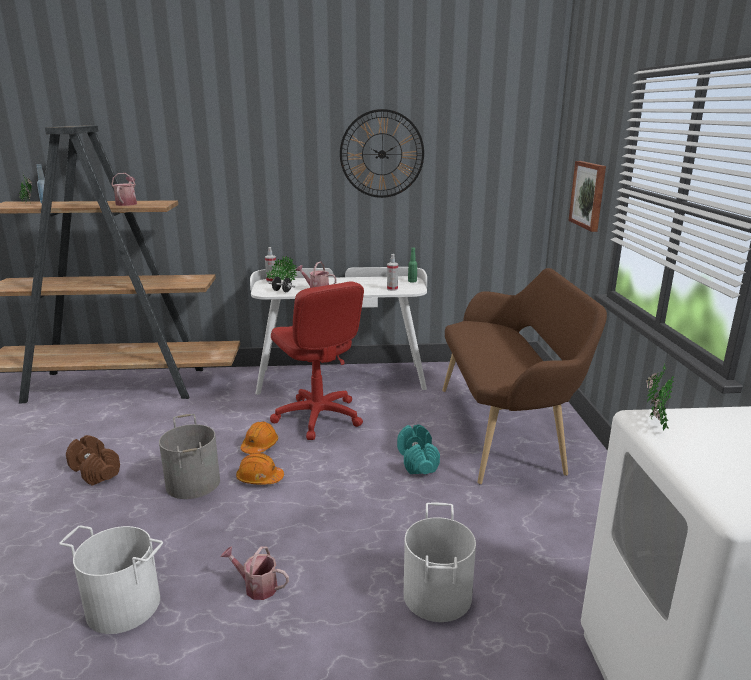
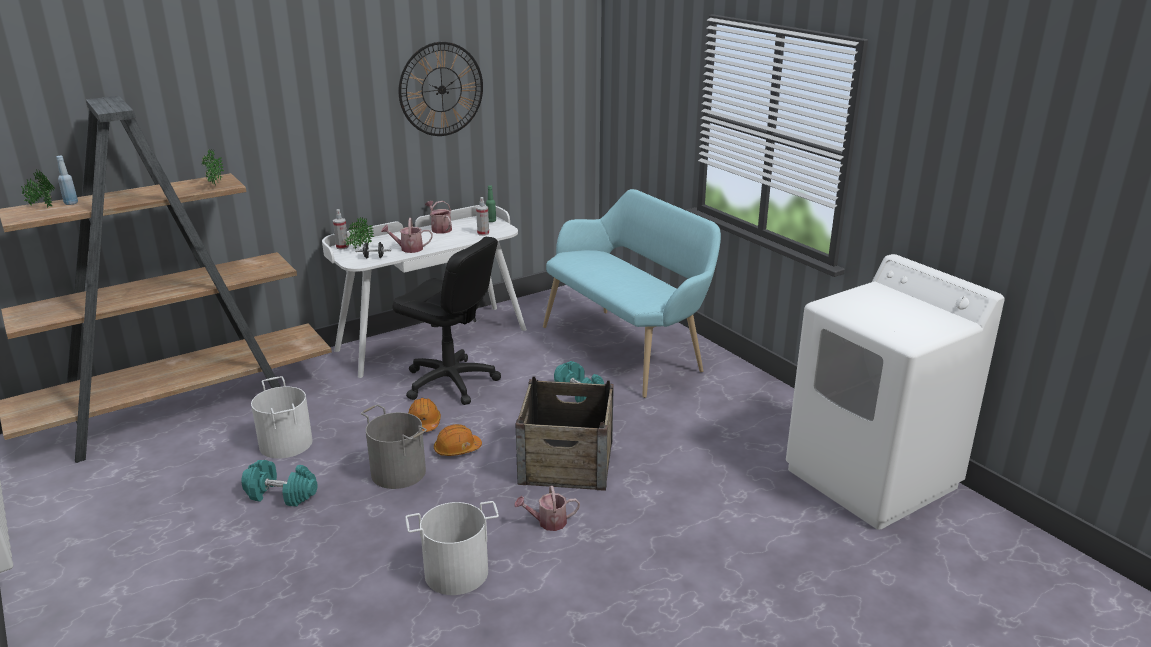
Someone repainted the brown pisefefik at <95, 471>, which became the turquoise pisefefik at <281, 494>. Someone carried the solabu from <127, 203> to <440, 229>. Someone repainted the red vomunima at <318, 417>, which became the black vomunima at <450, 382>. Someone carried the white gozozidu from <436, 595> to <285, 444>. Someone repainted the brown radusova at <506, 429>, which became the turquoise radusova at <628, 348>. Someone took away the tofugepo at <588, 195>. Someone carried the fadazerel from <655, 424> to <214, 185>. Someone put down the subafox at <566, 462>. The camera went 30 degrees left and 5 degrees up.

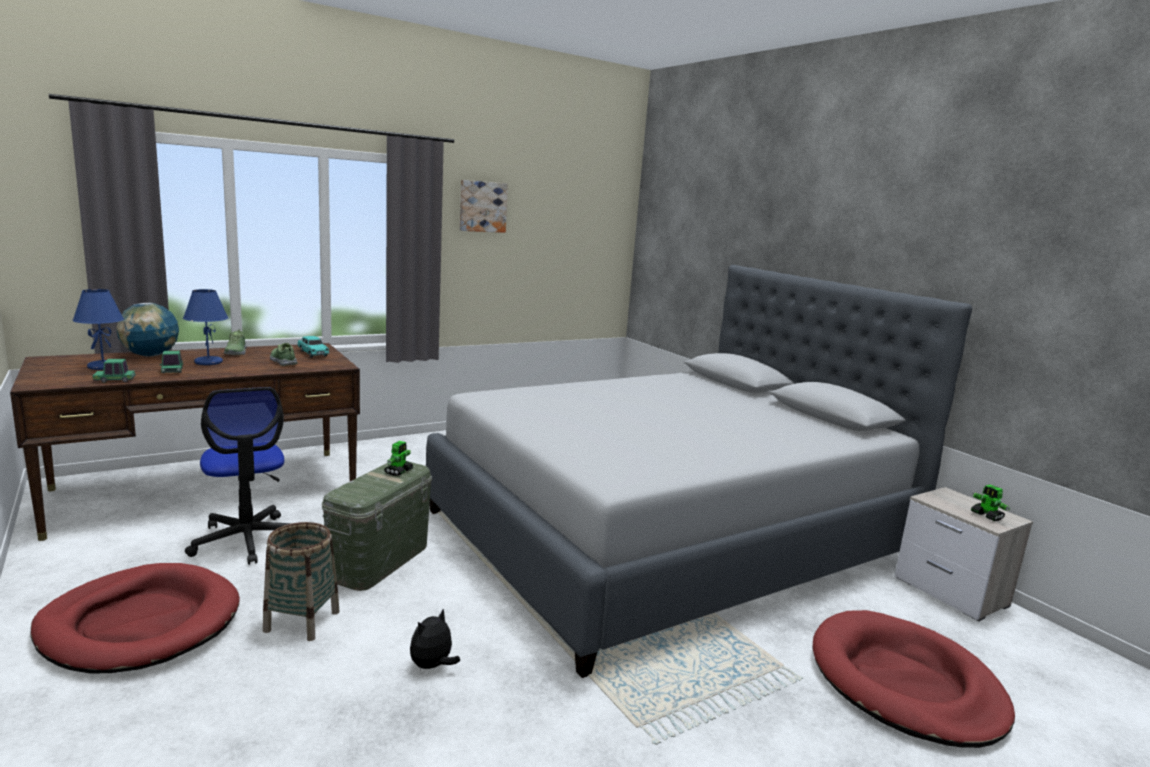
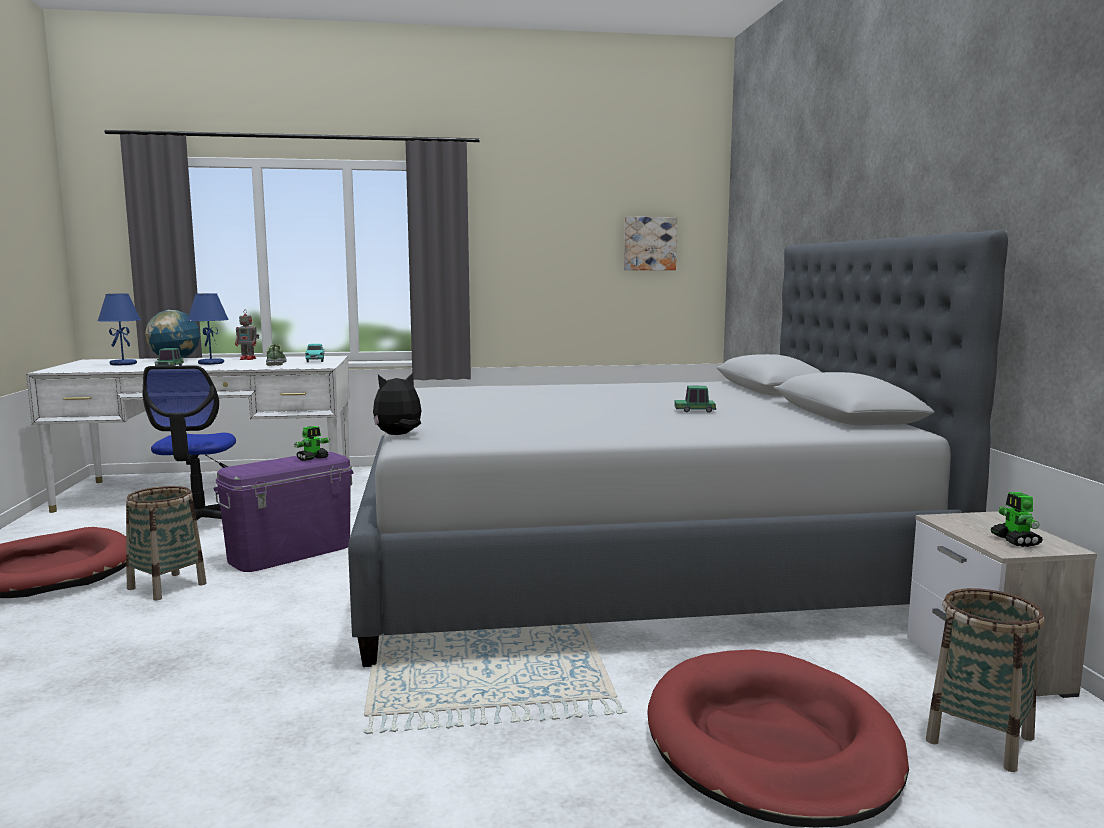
Someone repainted the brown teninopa at <207, 490>, which became the white teninopa at <212, 491>. Someone carried the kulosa from <115, 380> to <695, 410>. Someone swapped the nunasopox at <235, 352> for the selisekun at <248, 359>. Someone repainted the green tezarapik at <379, 560>, which became the purple tezarapik at <290, 553>. Someone carried the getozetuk from <432, 666> to <399, 435>. Someone carried the tofugepo from <482, 206> to <649, 243>. Someone put down the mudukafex at <979, 739>. The camera went 25 degrees right and 5 degrees down.

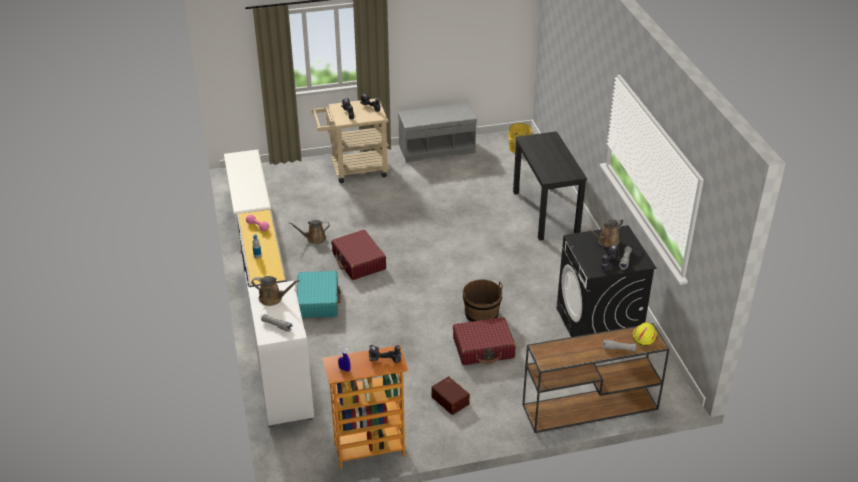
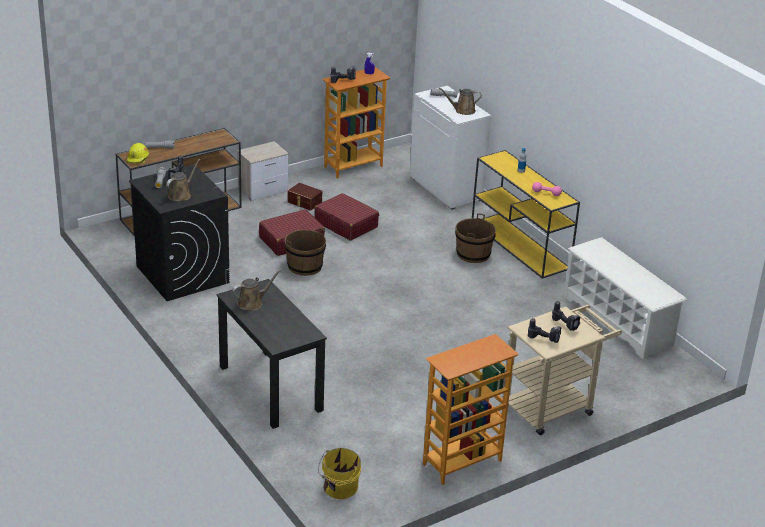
Someone carried the brown solabu from <314, 238> to <252, 303>. Someone swapped the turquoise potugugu at <318, 301> for the brown gozozidu at <473, 254>. Someone carried the red potugugu from <359, 261> to <346, 224>. Someone swapped the grey radusova at <437, 148> for the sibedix at <462, 463>. Someone put down the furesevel at <263, 190>. The camera went 160 degrees right and 5 degrees down.

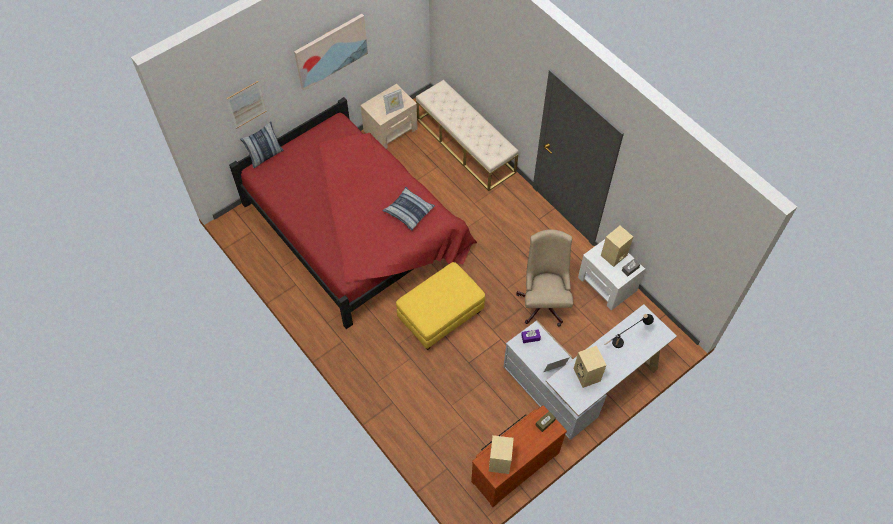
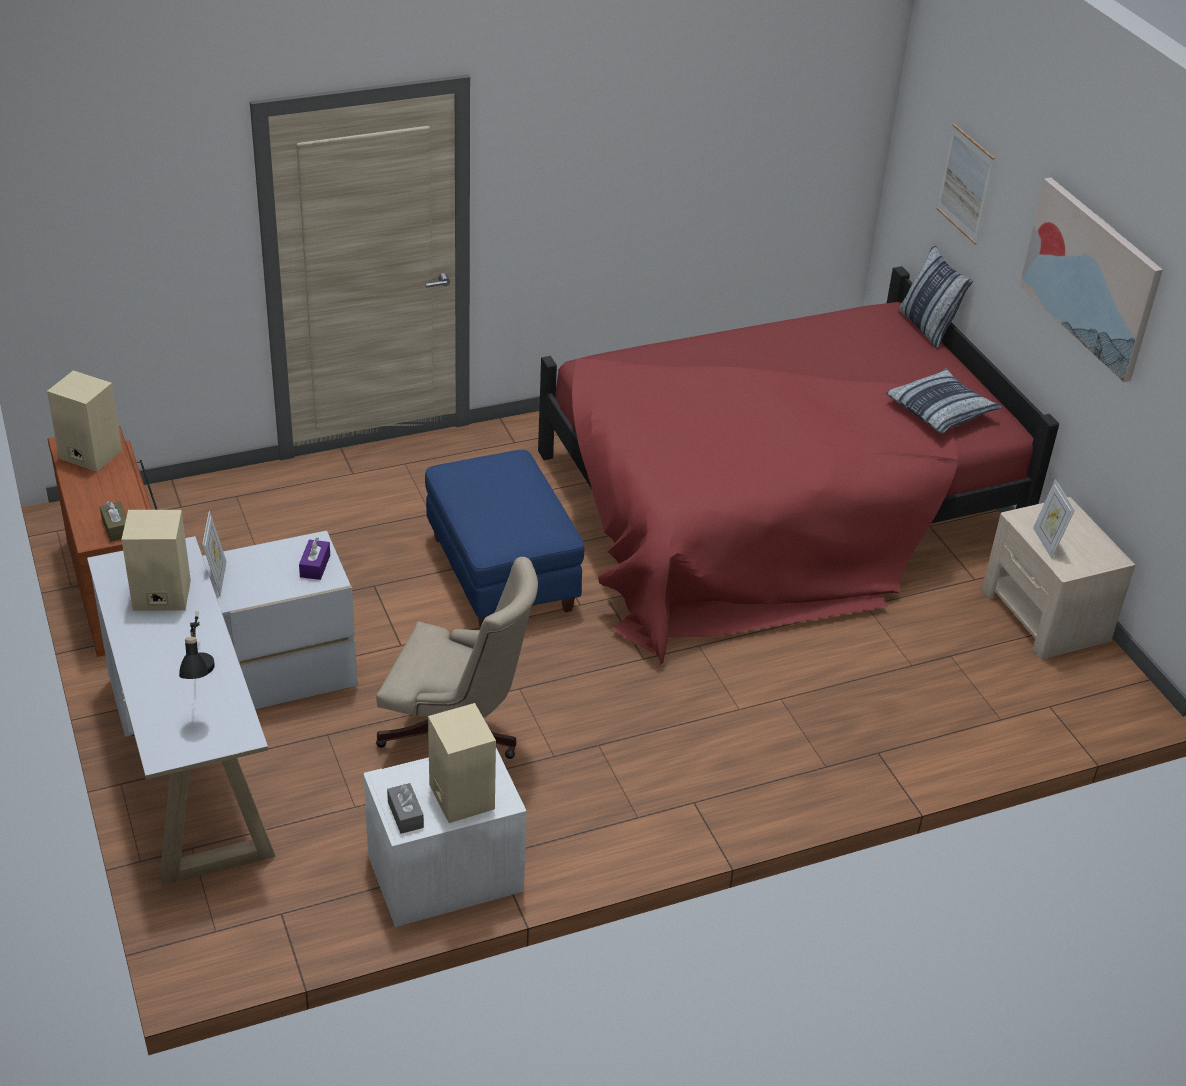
Someone carried the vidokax from <409, 211> to <941, 410>. Someone repainted the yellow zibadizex at <440, 316>, which became the blue zibadizex at <503, 573>. Someone took away the beige radusova at <465, 145>. The camera went 105 degrees right and 20 degrees down.

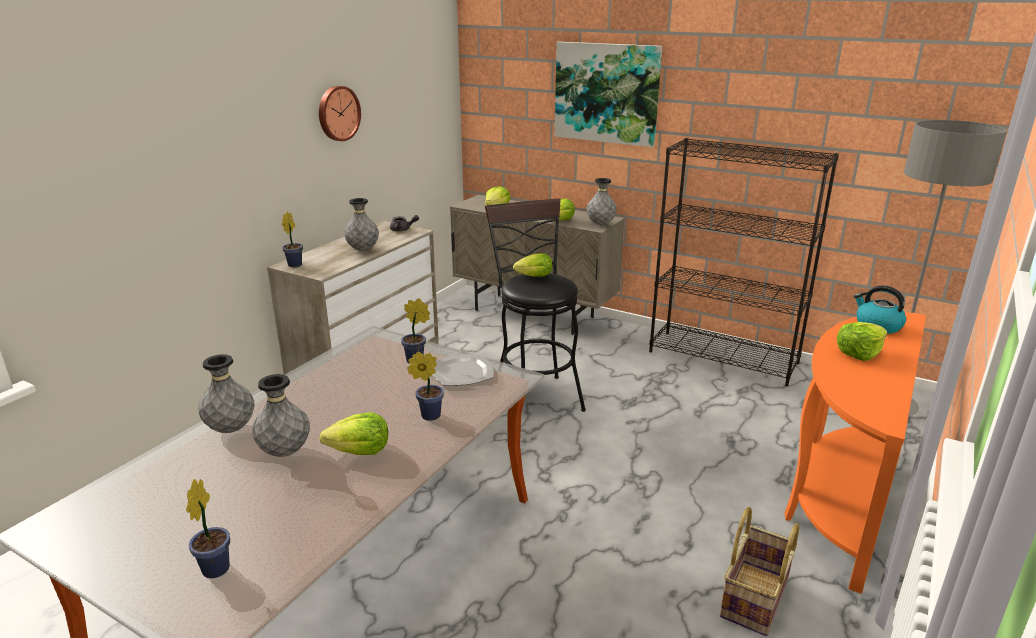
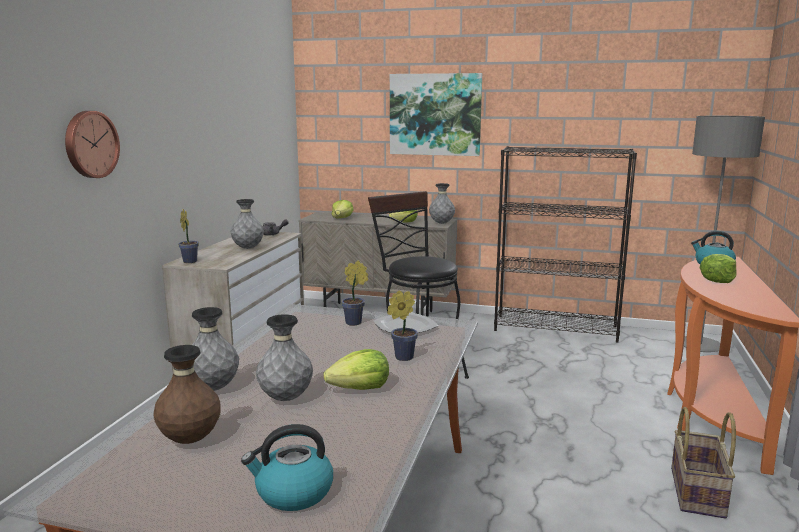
Someone swapped the fadazerel at <217, 566> for the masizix at <293, 493>. Someone carried the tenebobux from <338, 113> to <90, 144>. Someone took away the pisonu at <532, 277>. Someone put down the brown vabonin at <190, 440>. The camera went 15 degrees left and 10 degrees down.

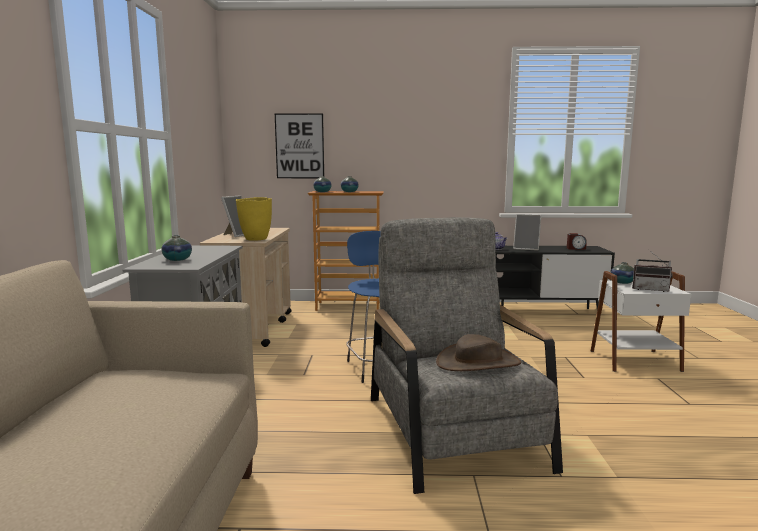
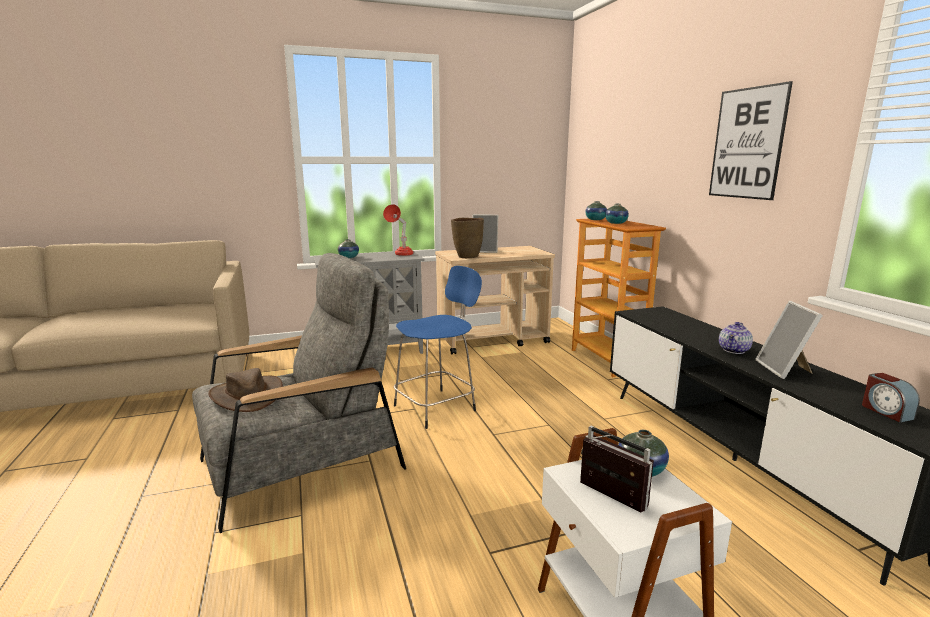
Someone repainted the yellow vabonin at <256, 239>, which became the brown vabonin at <467, 257>. Someone carried the tofugepo from <299, 146> to <747, 143>. Someone rotated the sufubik at <650, 289> by 135 degrees clockwise. Someone put down the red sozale at <400, 255>. The camera went 70 degrees right and 5 degrees up.

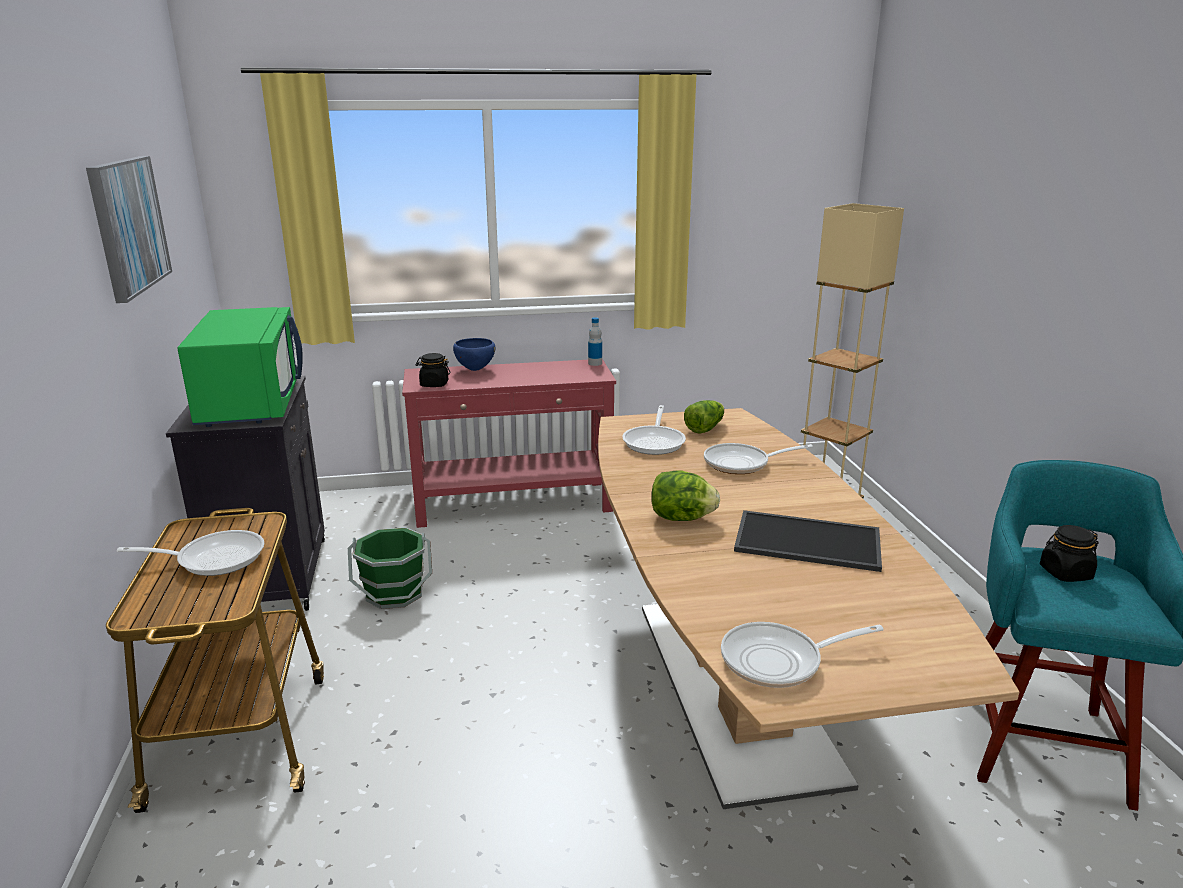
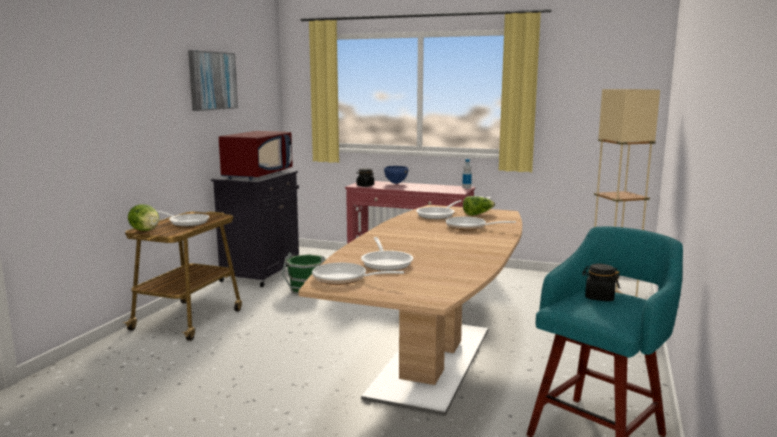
Someone repainted the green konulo at <250, 403>, which became the red konulo at <258, 175>. Someone carried the pisonu from <681, 518> to <145, 230>. Someone took away the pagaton at <806, 542>. Someone put down the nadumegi at <386, 262>. The camera went 30 degrees right and 10 degrees down.

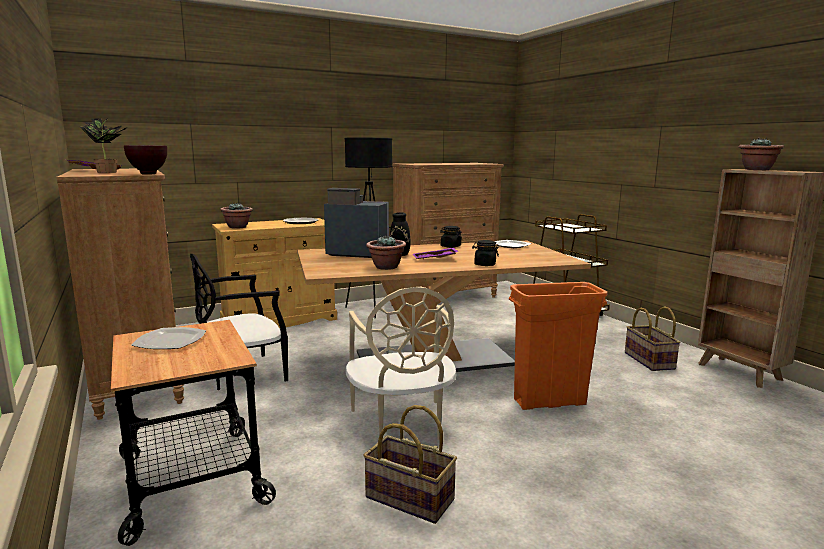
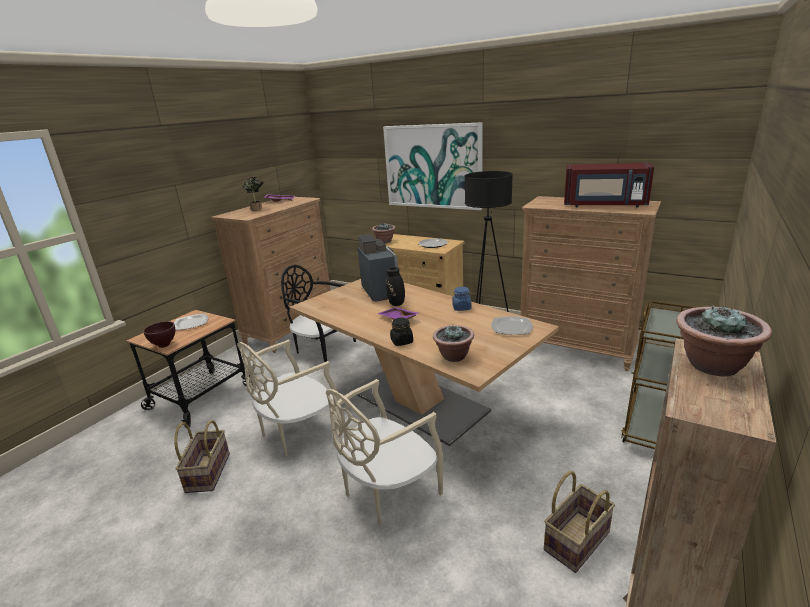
Someone carried the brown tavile from <147, 174> to <164, 345>. Someone carried the fadazerel from <386, 267> to <453, 356>. Someone repainted the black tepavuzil at <450, 246>, which became the blue tepavuzil at <461, 308>. Someone swapped the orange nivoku at <549, 402> for the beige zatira at <387, 491>. Someone put up the tofugepo at <433, 166>. Someone put down the red konulo at <604, 205>. The camera went 60 degrees right and 10 degrees up.

